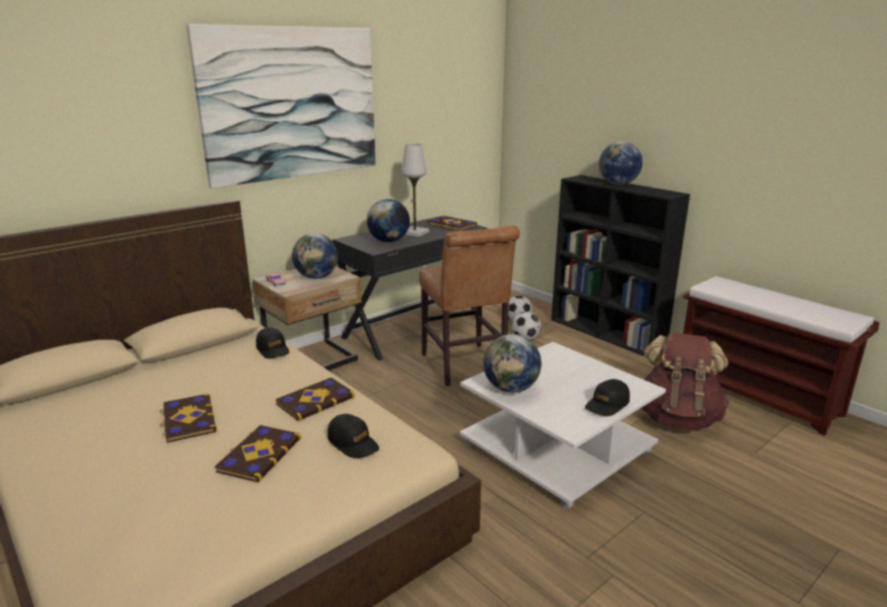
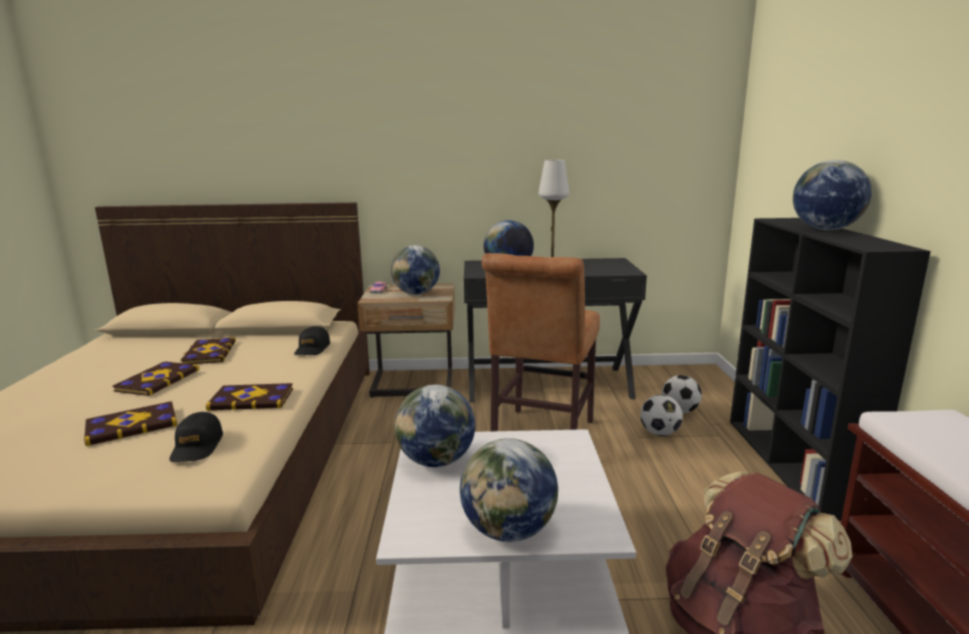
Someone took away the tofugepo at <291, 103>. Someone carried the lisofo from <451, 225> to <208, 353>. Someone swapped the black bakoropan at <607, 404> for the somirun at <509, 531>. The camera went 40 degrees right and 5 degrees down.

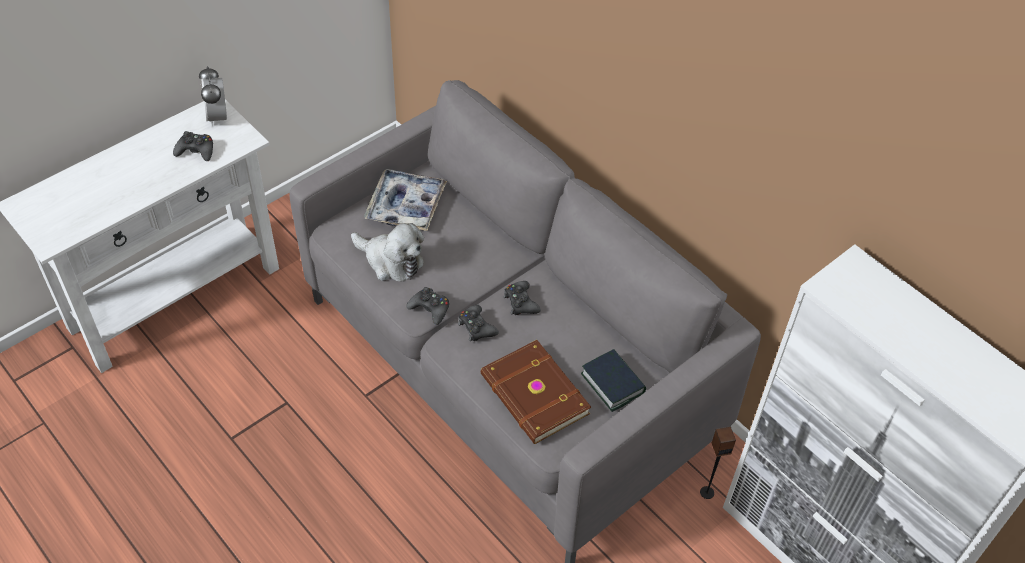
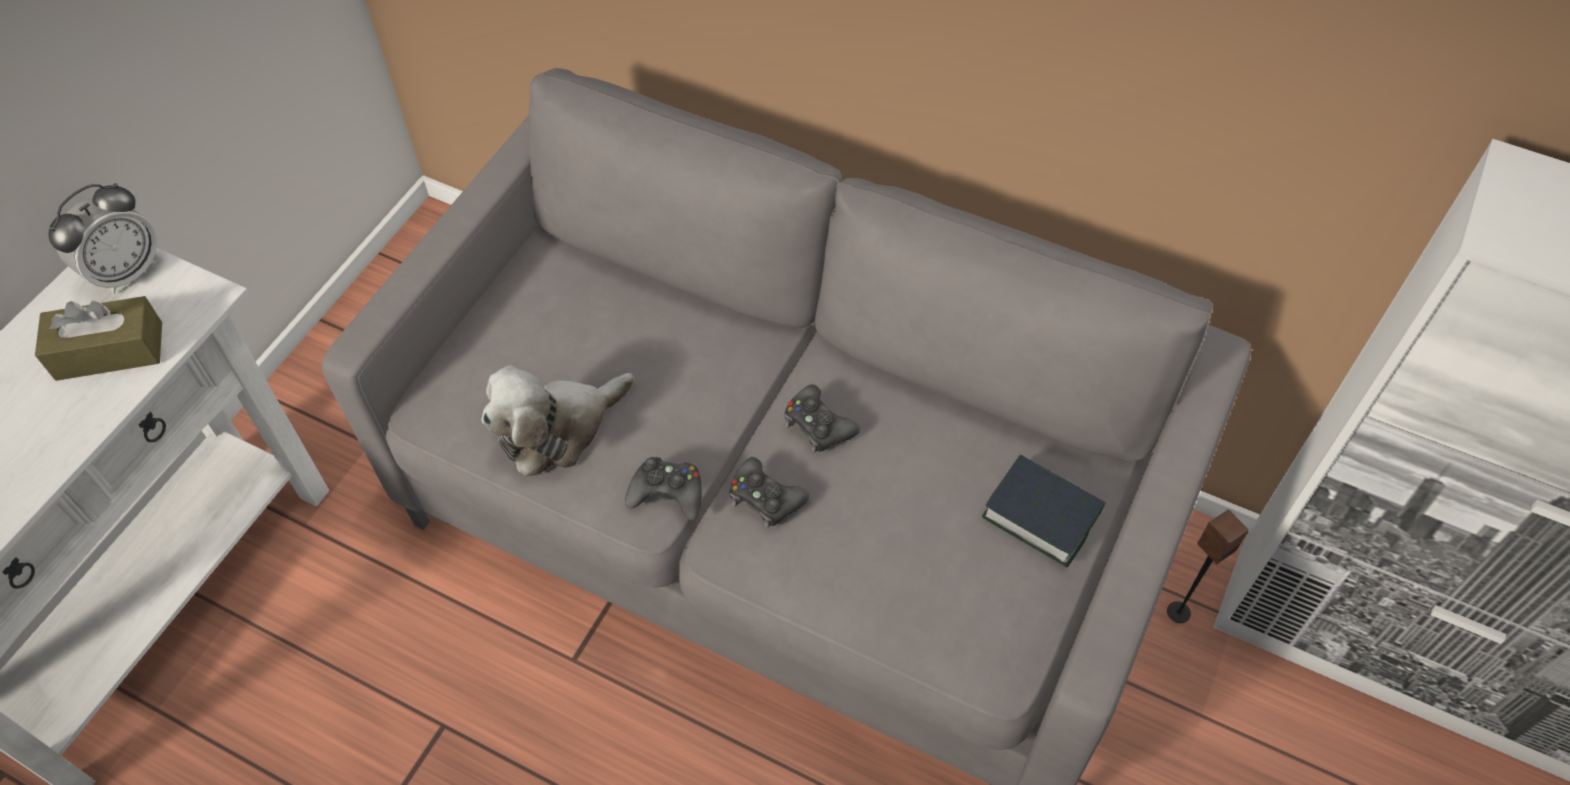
Someone swapped the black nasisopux at <196, 151> for the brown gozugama at <109, 351>. Someone rotated the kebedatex at <218, 117> by 105 degrees counterclockwise. Someone rotated the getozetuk at <391, 261> by 135 degrees clockwise. Someone took away the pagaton at <406, 205>. Someone took away the brown lisofo at <533, 396>. The camera went 20 degrees left and 5 degrees up.

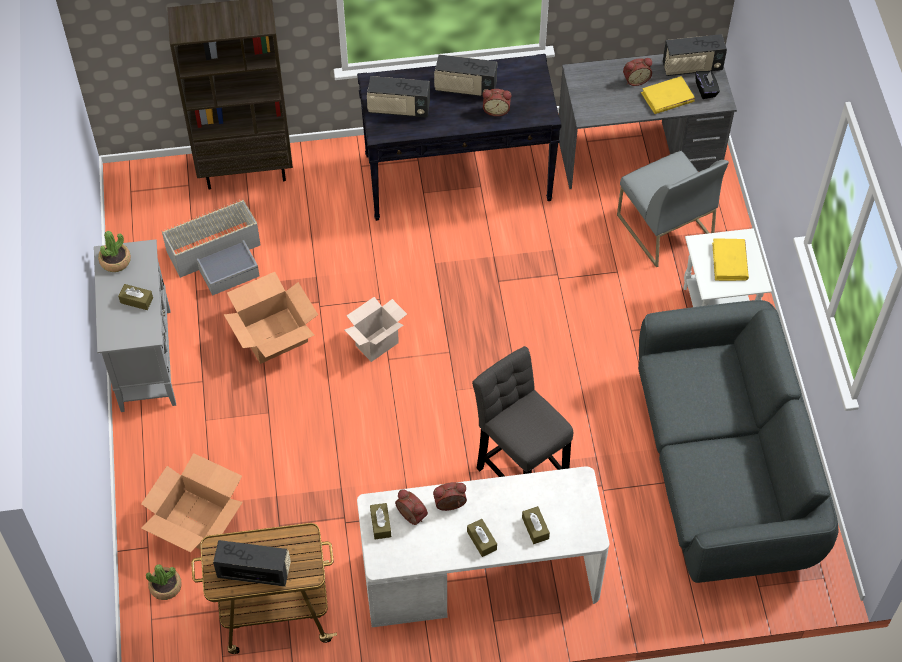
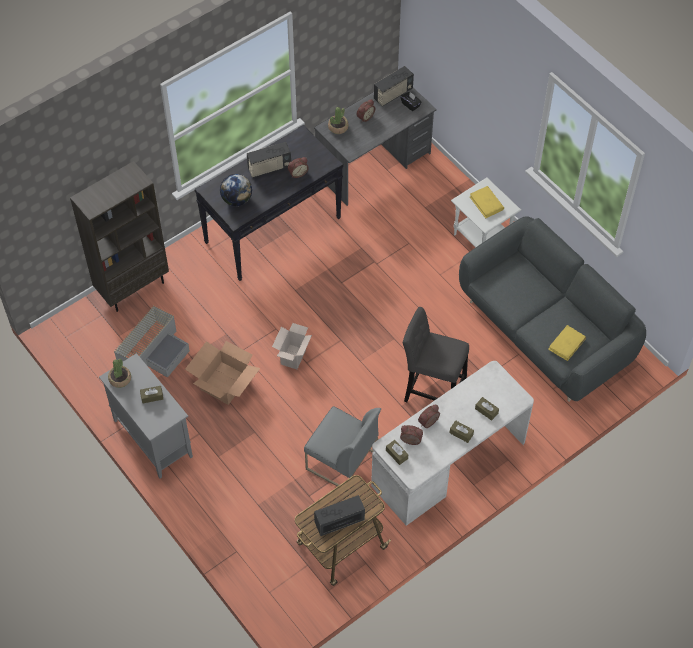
Someone took away the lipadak at <197, 520>. Someone carried the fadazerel from <165, 586> to <338, 127>. Someone swapped the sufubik at <398, 109> for the somirun at <237, 199>. Someone carried the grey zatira from <663, 227> to <342, 462>. Someone carried the yellow lisofo from <667, 97> to <566, 344>. The camera went 30 degrees left and 0 degrees up.

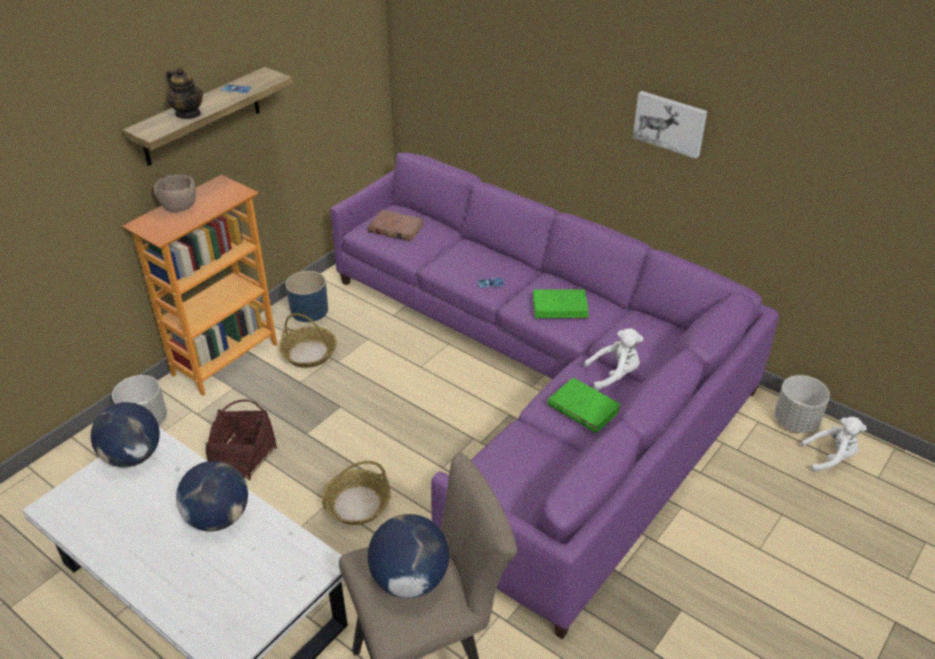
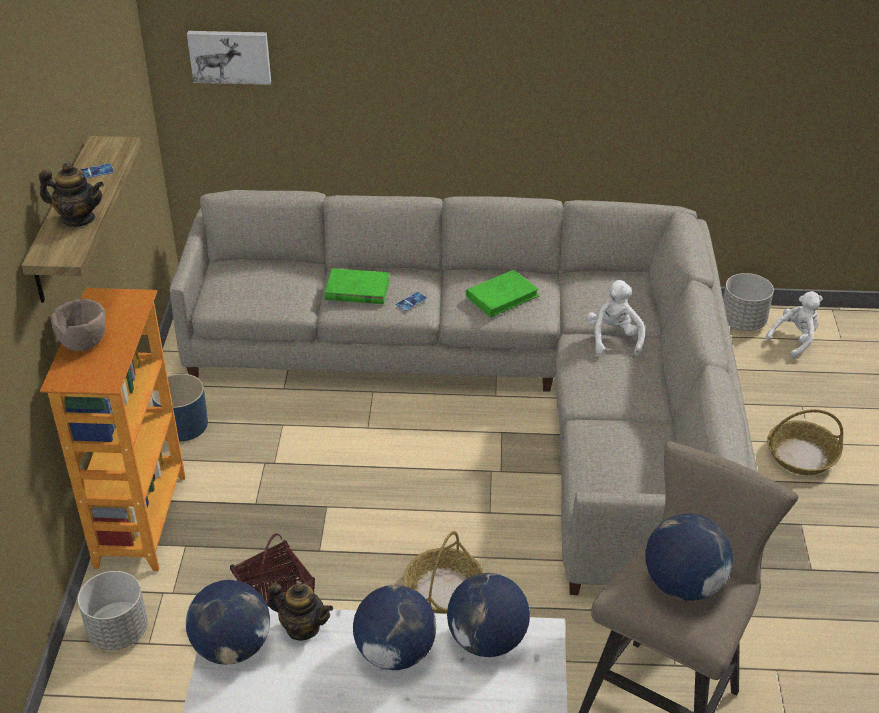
Someone carried the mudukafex from <309, 353> to <802, 455>. Someone repainted the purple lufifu at <543, 384>, which became the grey lufifu at <504, 389>. Someone took away the brown lisofo at <395, 228>. Someone carried the green lisofo from <583, 408> to <357, 290>. Someone rotated the white getozetuk at <614, 374> by 45 degrees counterclockwise. Someone carried the tofugepo from <670, 123> to <230, 56>. Someone put down the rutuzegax at <302, 628>. Someone put down the somirun at <487, 641>. The camera went 35 degrees left and 0 degrees up.

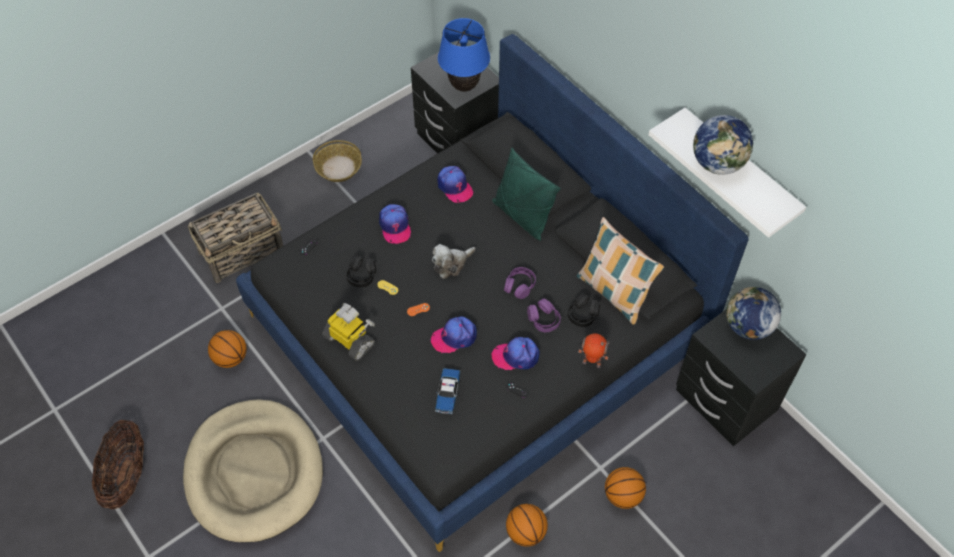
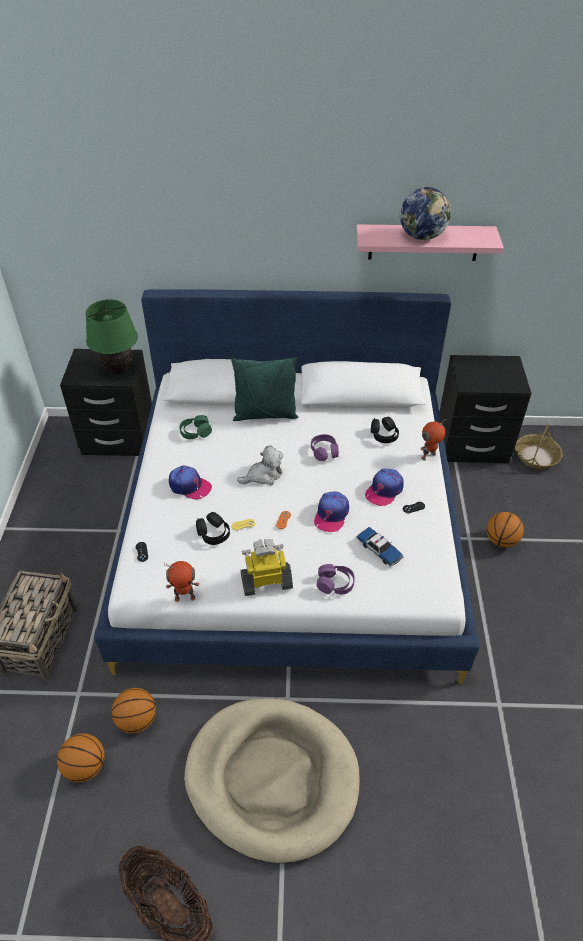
Someone repainted the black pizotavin at <477, 331>, which became the white pizotavin at <291, 532>. Someone carried the mudukafex from <339, 167> to <536, 456>. Someone rotated the getozetuk at <451, 264> by 120 degrees counterclockwise. Someone swapped the bakoropan at <454, 187> for the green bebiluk at <195, 432>. Someone repainted the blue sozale at <464, 86>, which became the green sozale at <119, 369>. Someone carried the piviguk from <525, 532> to <85, 767>. Someone carried the purple bebiluk from <543, 319> to <335, 583>. Someone took away the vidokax at <613, 293>. Someone repainted the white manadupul at <739, 169>, which became the pink manadupul at <423, 242>. Someone took away the somirun at <747, 327>. Someone put down the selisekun at <185, 597>. The camera went 50 degrees left and 10 degrees down.

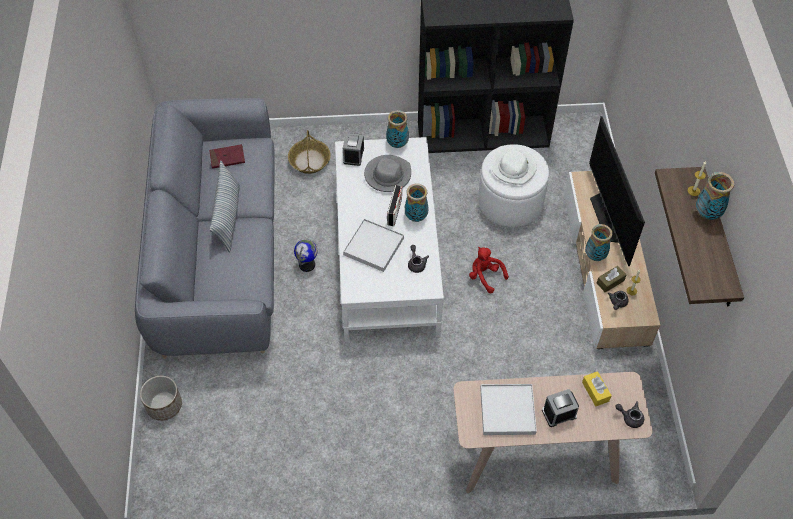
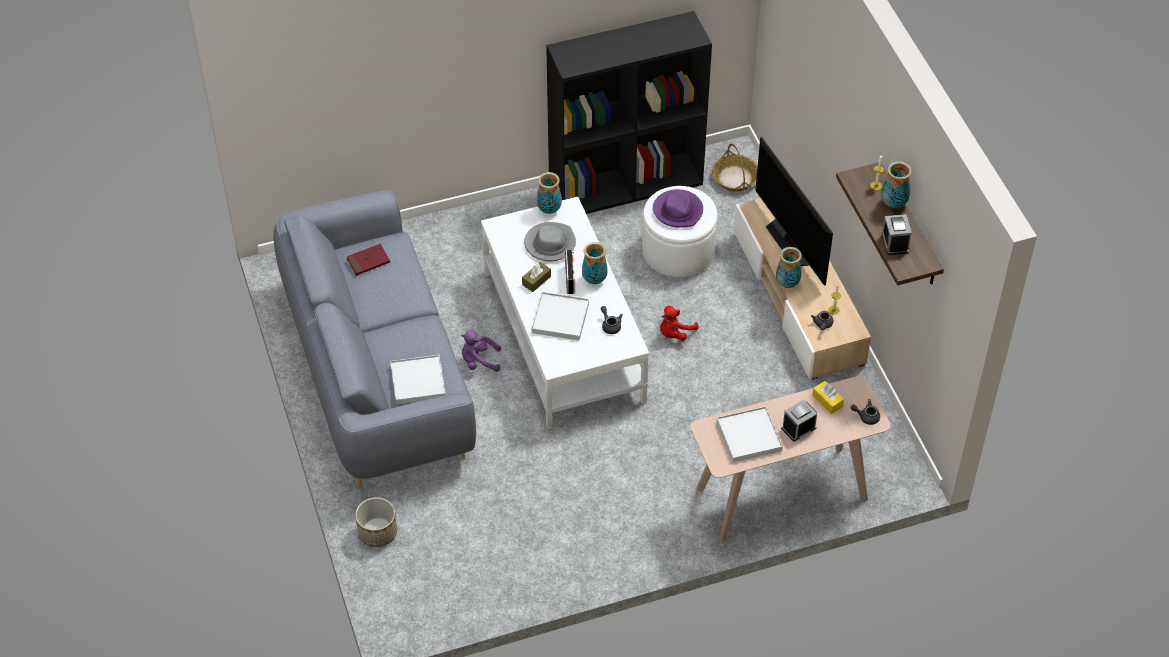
Someone took away the vidokax at <228, 217>. Someone carried the mudukafex from <309, 161> to <735, 178>. Someone swapped the somirun at <307, 265> for the purple getozetuk at <479, 361>. Someone carried the kebedatex from <353, 155> to <894, 242>. Someone rotated the red getozetuk at <485, 276> by 75 degrees counterclockwise. Someone repainted the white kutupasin at <513, 168>, which became the purple kutupasin at <678, 210>. Someone carried the brown gozugama from <610, 282> to <536, 280>. Someone put down the white pagaton at <418, 381>. The camera went 15 degrees left and 5 degrees down.

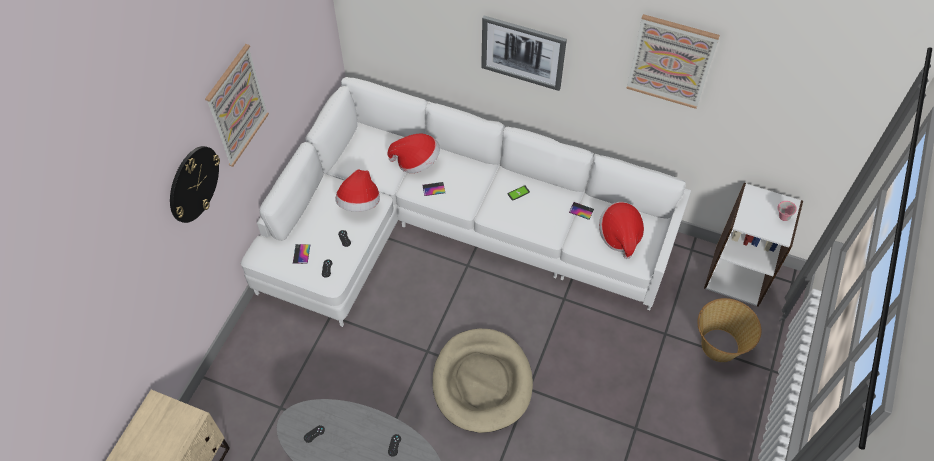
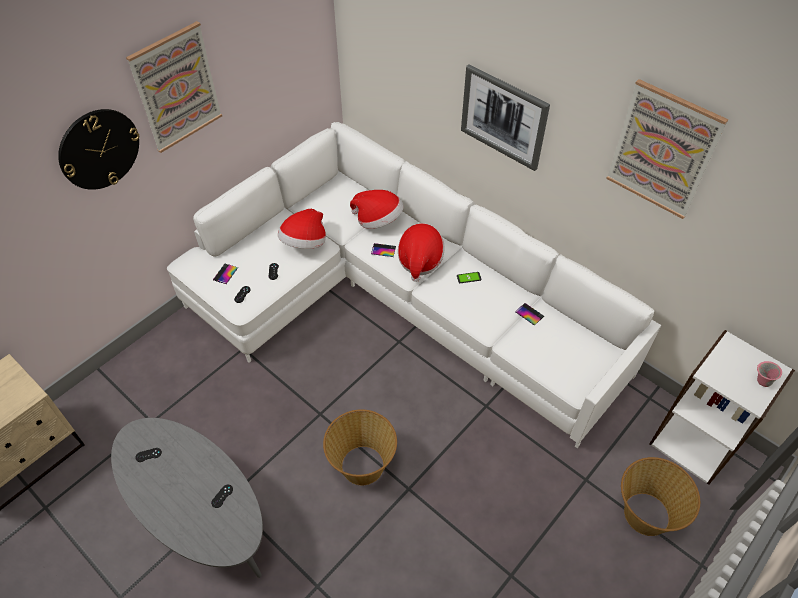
Someone swapped the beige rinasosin at <482, 382> for the mudukafex at <362, 464>. Someone carried the kutupasin from <620, 236> to <420, 260>. The camera went 20 degrees right and 5 degrees down.

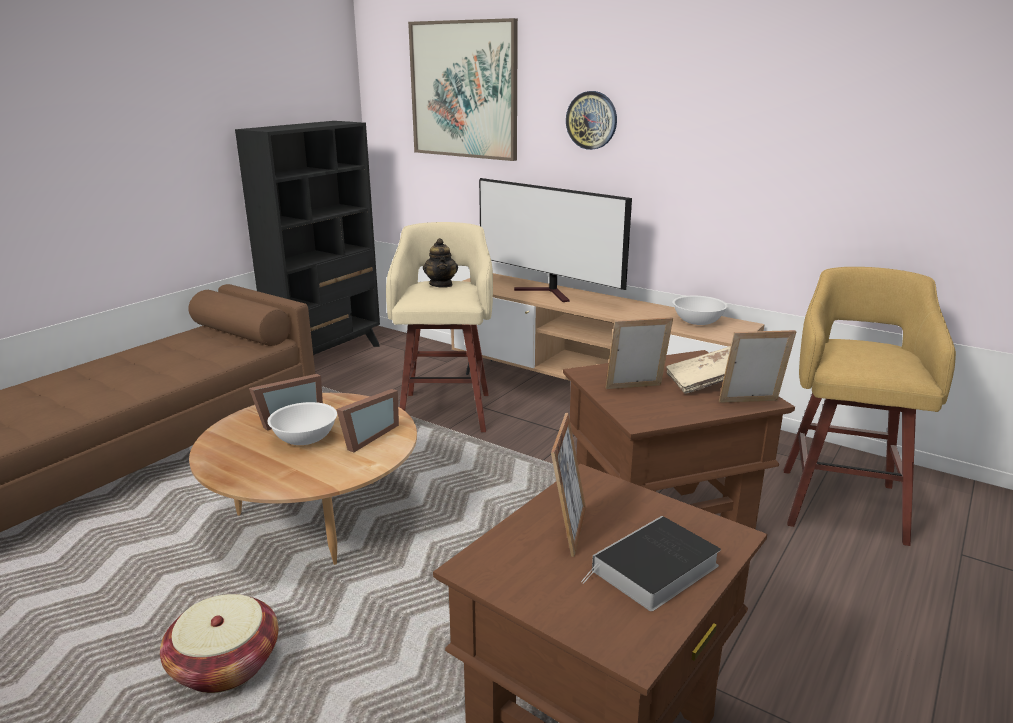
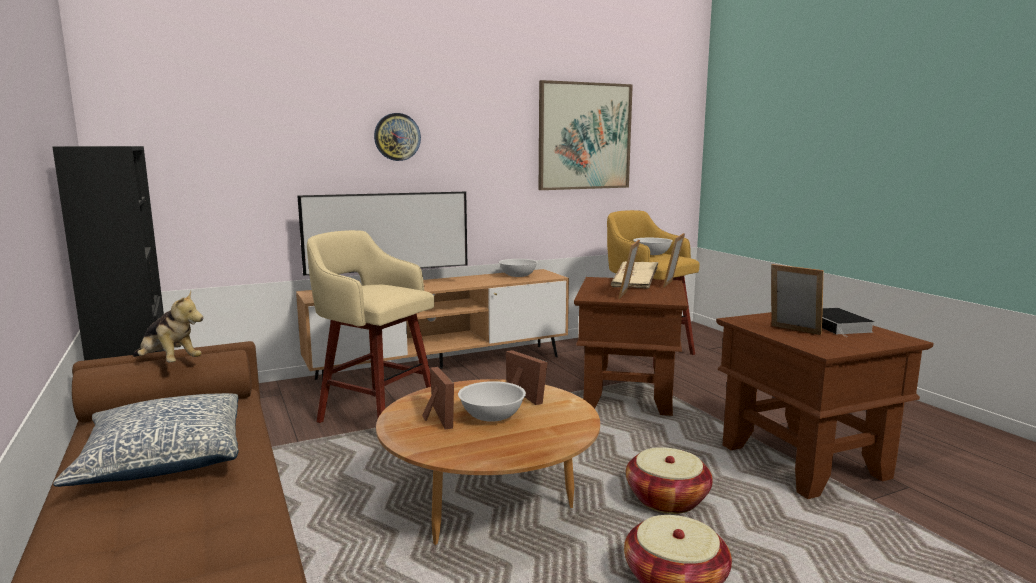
Someone carried the tofugepo from <464, 90> to <584, 136>. Someone took away the rutuzegax at <441, 284>. Someone put down the vidokax at <163, 458>. Someone put down the getozetuk at <168, 363>. Someone put down the mudukafex at <667, 499>. Someone put down the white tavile at <652, 254>. The camera went 60 degrees left and 10 degrees down.

